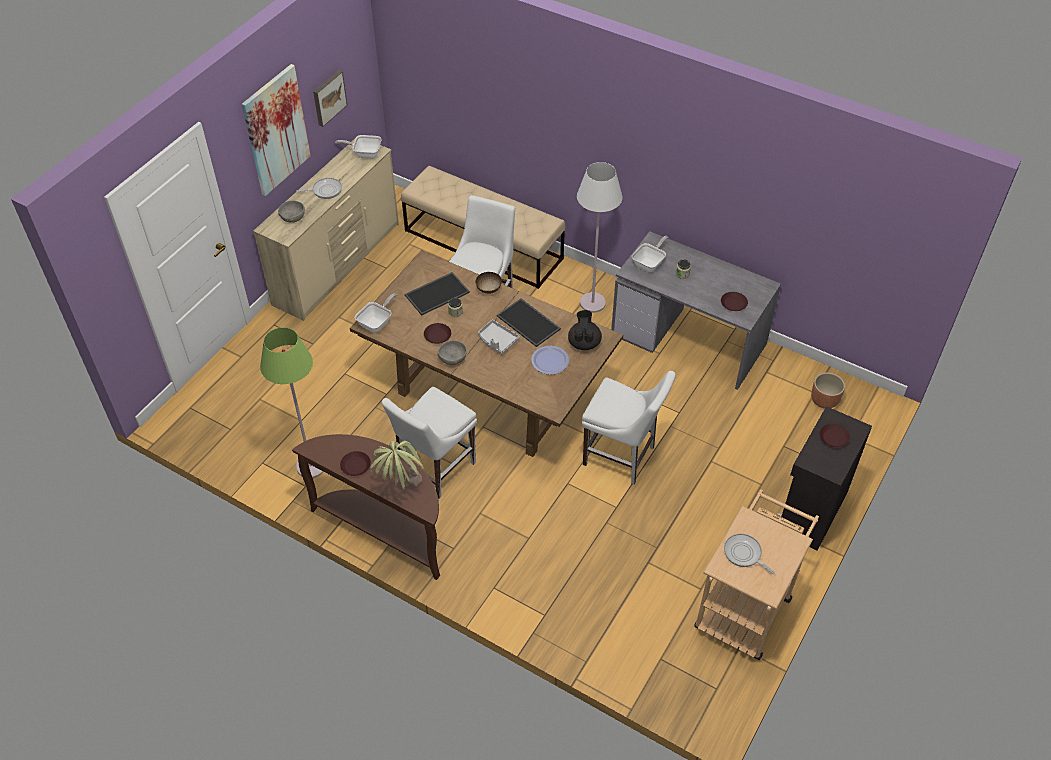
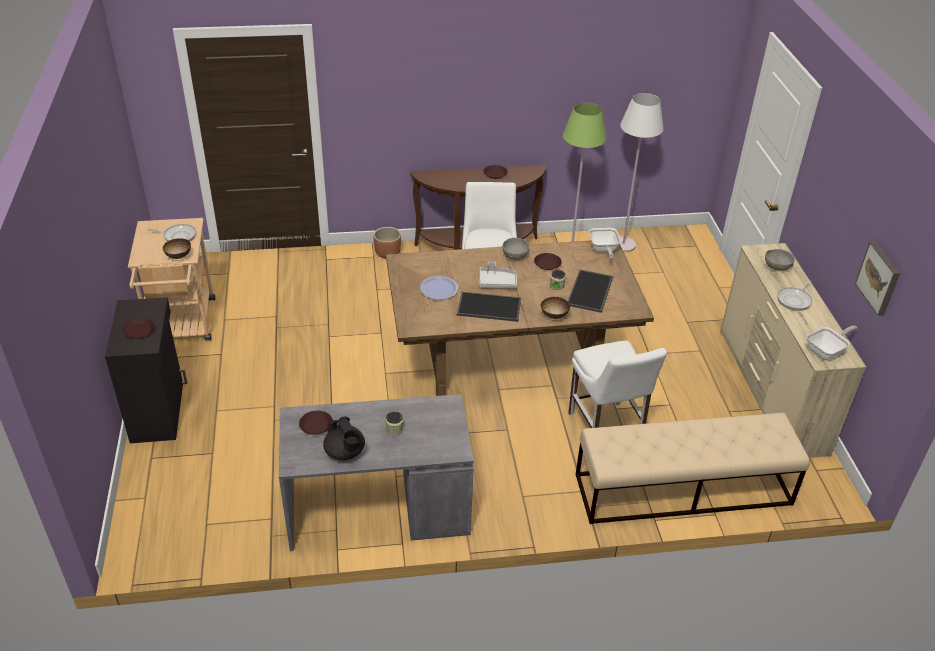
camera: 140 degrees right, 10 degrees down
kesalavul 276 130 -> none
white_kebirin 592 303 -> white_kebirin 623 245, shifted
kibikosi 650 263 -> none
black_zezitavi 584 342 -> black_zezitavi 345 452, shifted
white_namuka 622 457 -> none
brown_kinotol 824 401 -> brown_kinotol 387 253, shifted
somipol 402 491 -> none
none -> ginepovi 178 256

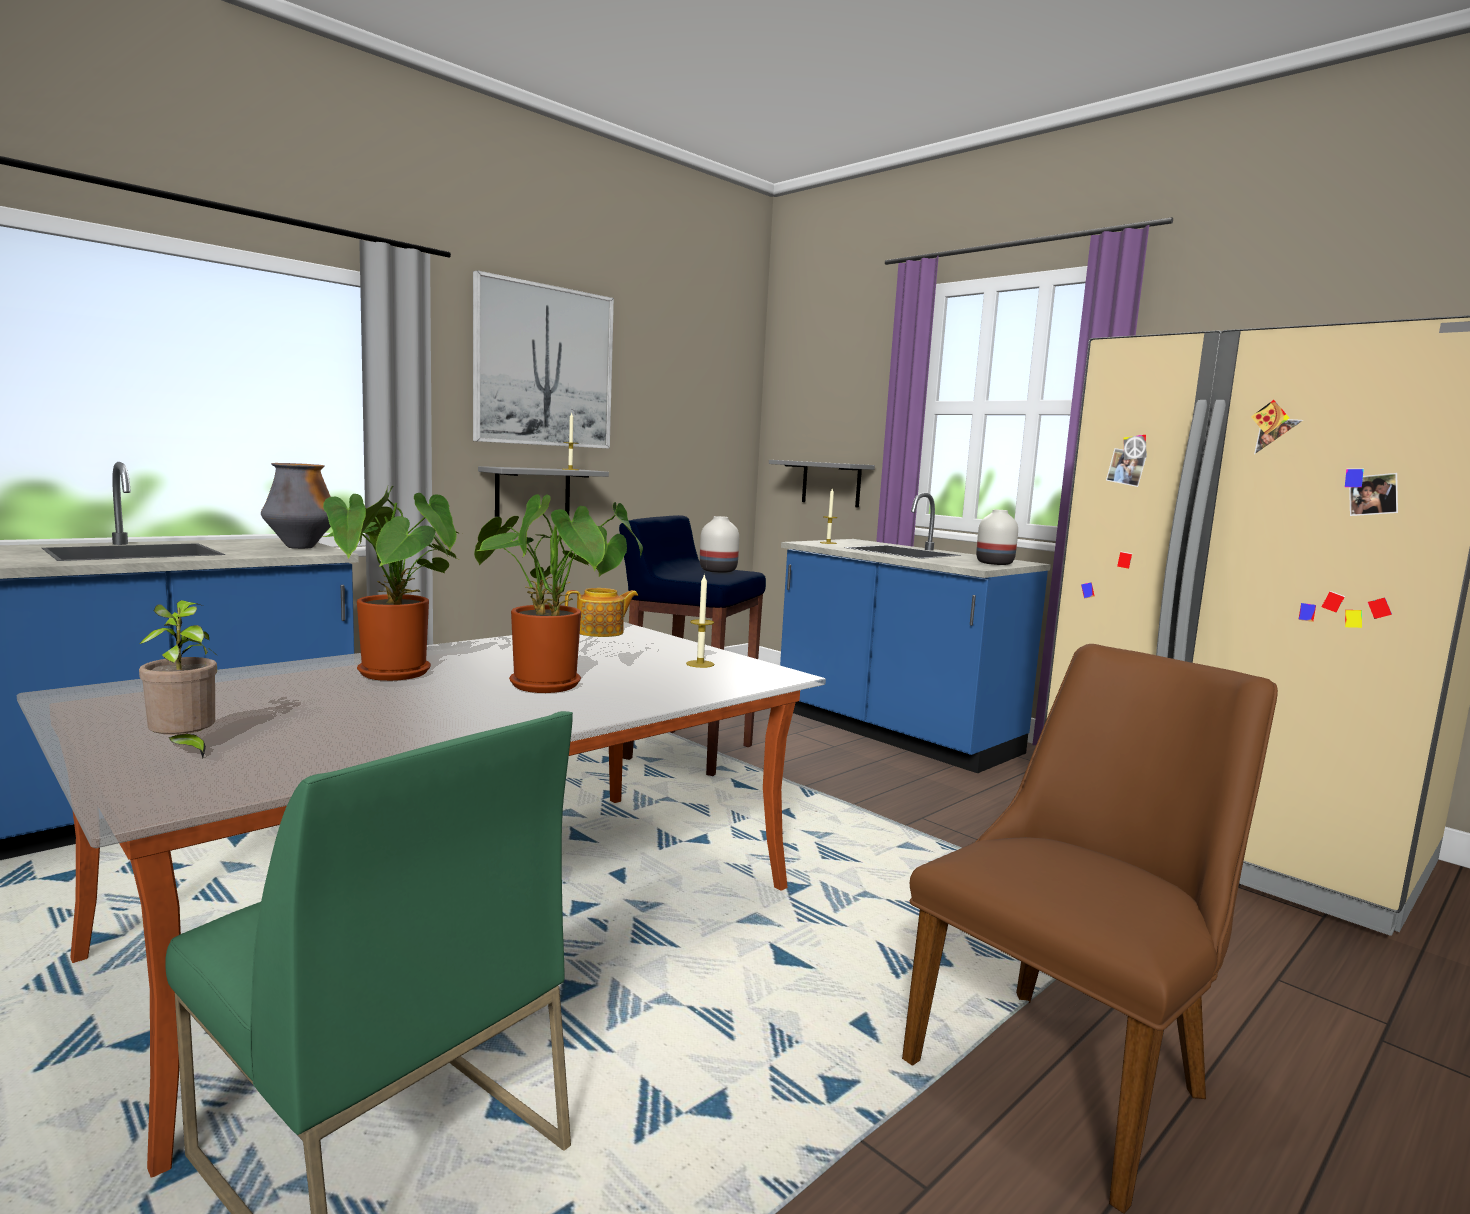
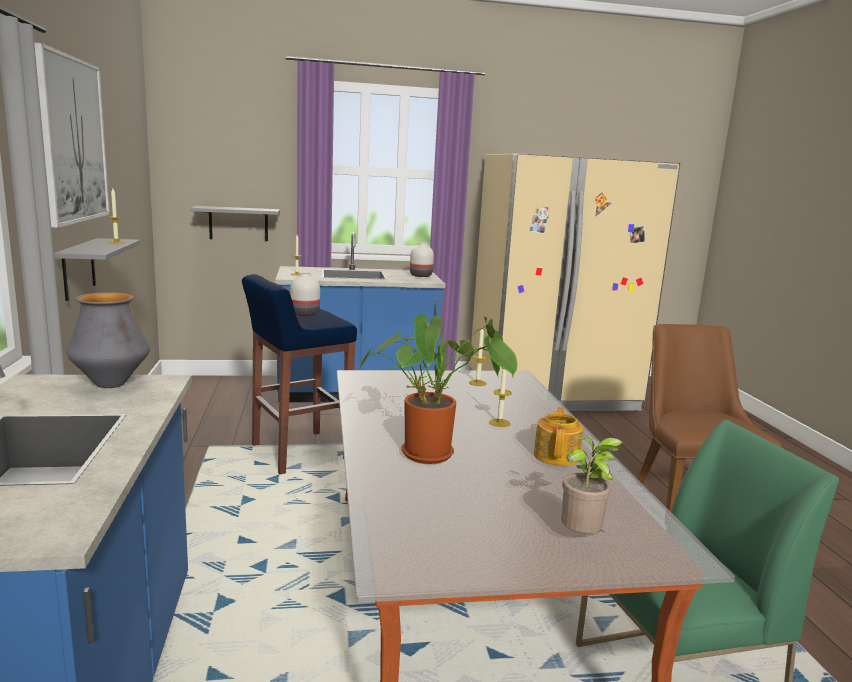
camera: 55 degrees left, 5 degrees up
somipol 553 686 -> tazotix 499 423
zezitavi 601 632 -> zezitavi 557 456, shifted

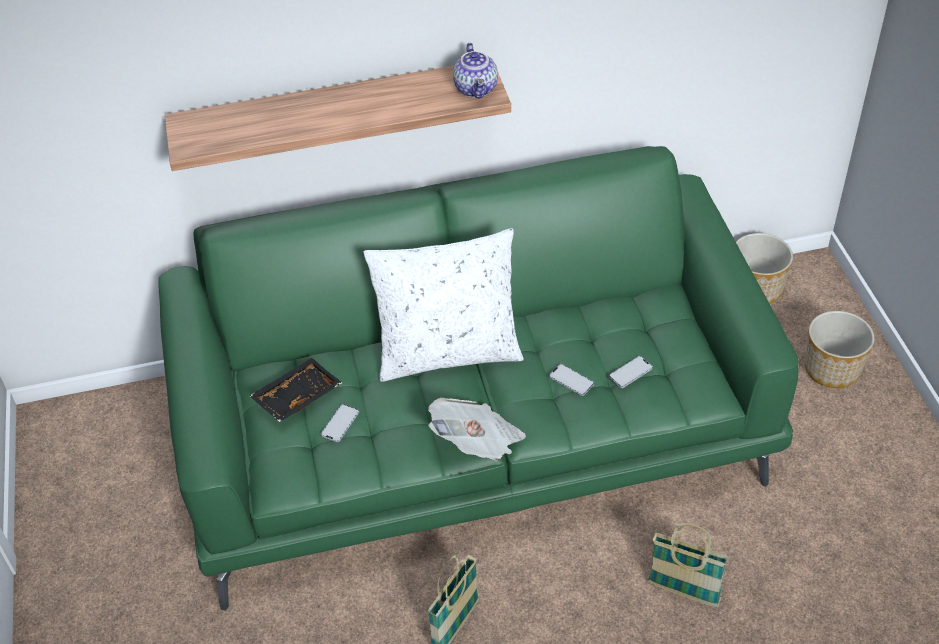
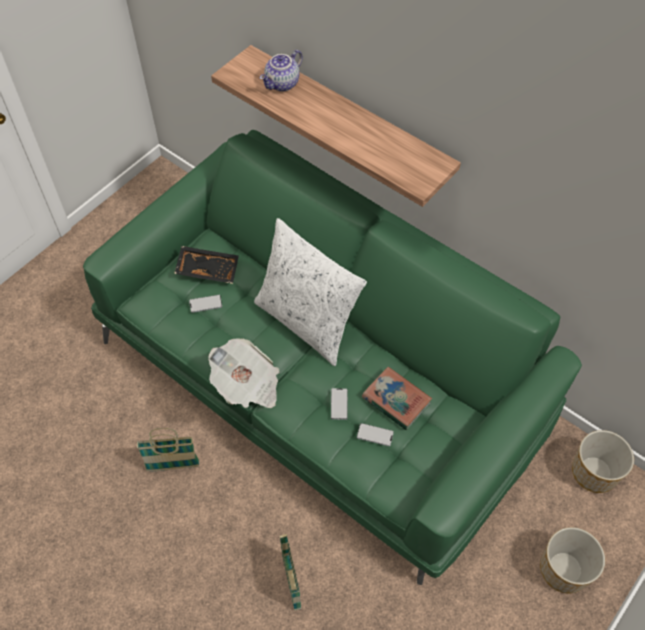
camera: 50 degrees right, 10 degrees up
zezitavi 477 89 -> zezitavi 282 84, shifted
none -> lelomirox 396 400

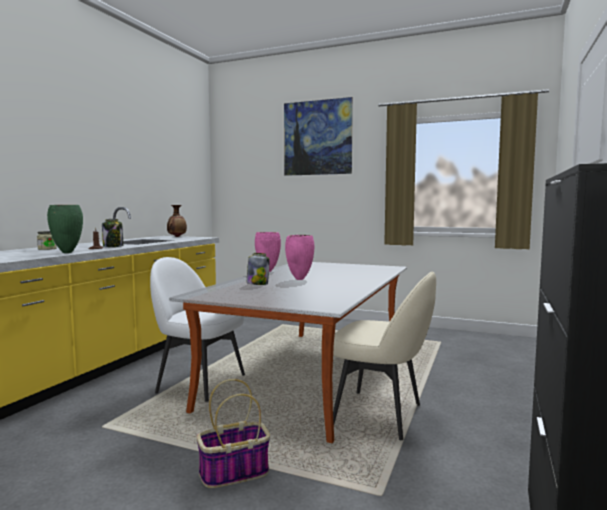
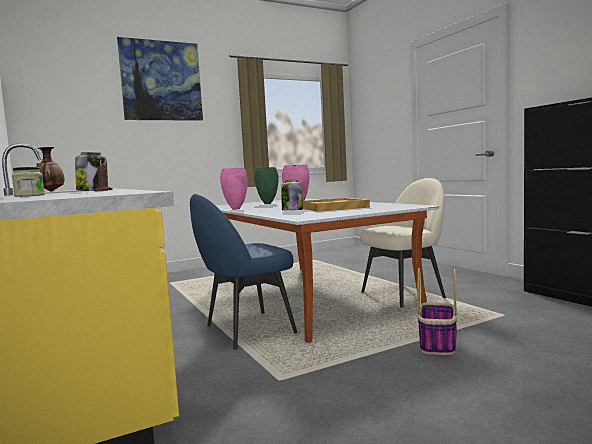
camera: 50 degrees left, 0 degrees up
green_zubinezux 67 253 -> green_zubinezux 268 203, shifted
white_namuka 199 383 -> blue_namuka 247 330
none -> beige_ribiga 332 208

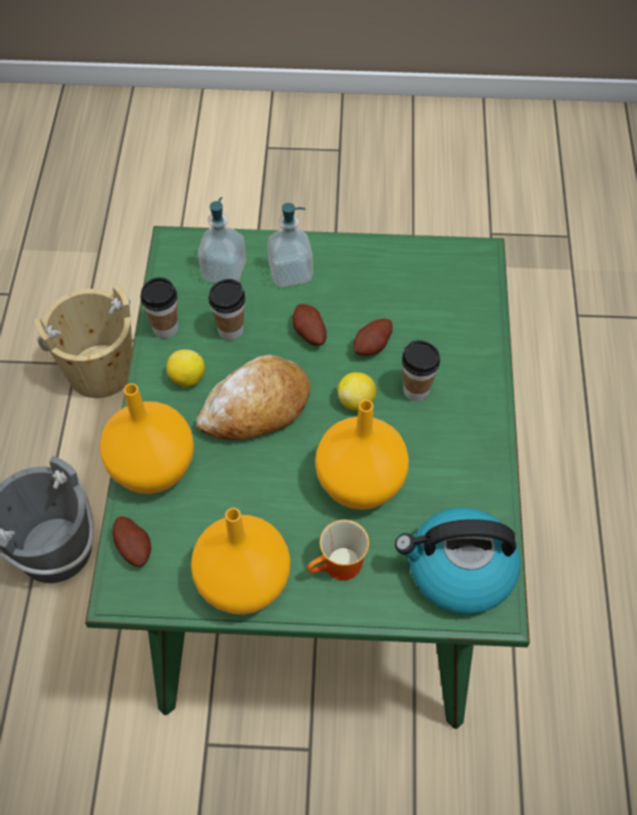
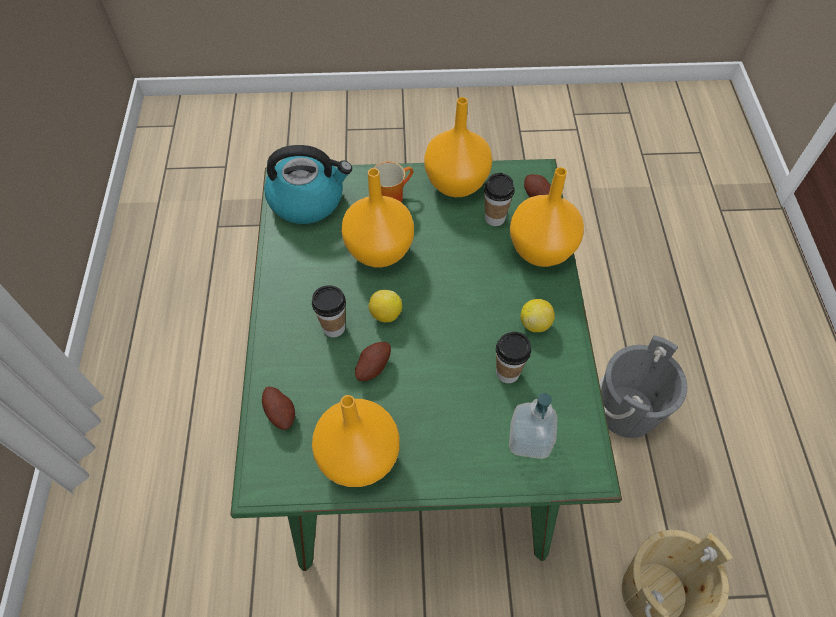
camera: 175 degrees right, 0 degrees up
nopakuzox 290 272 -> none
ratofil 165 328 -> ratofil 495 218, shifted
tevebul 309 334 -> tevebul 281 413, shifted
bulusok 256 408 -> none
none -> orange_zubinezux 357 458

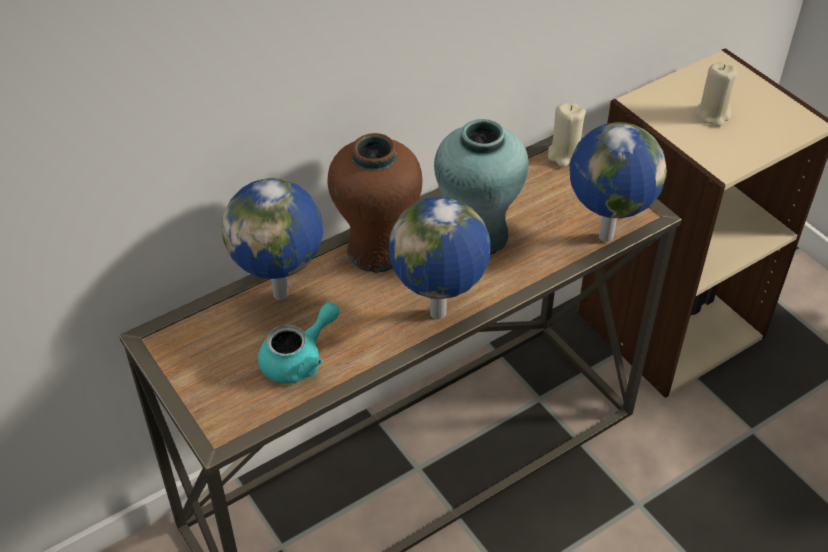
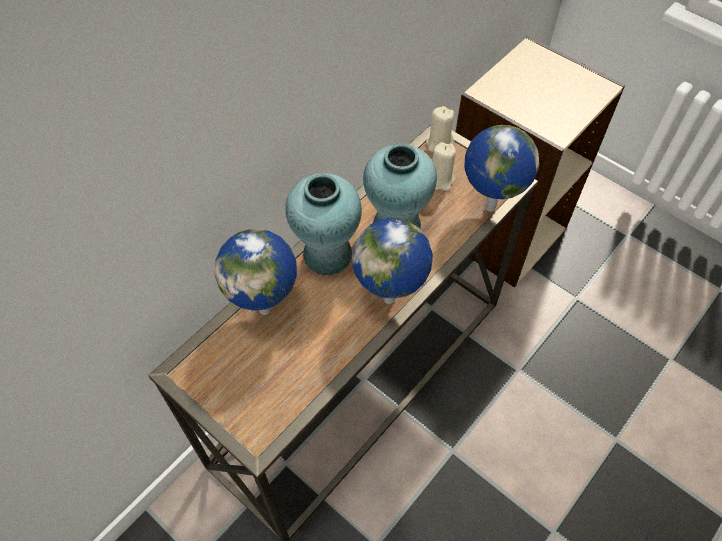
camera: 15 degrees left, 10 degrees up
beige_tazotix 713 114 -> beige_tazotix 441 180, shifted
brown_zubinezux 377 250 -> turquoise_zubinezux 327 255
turquoise_zezitavi 299 359 -> none

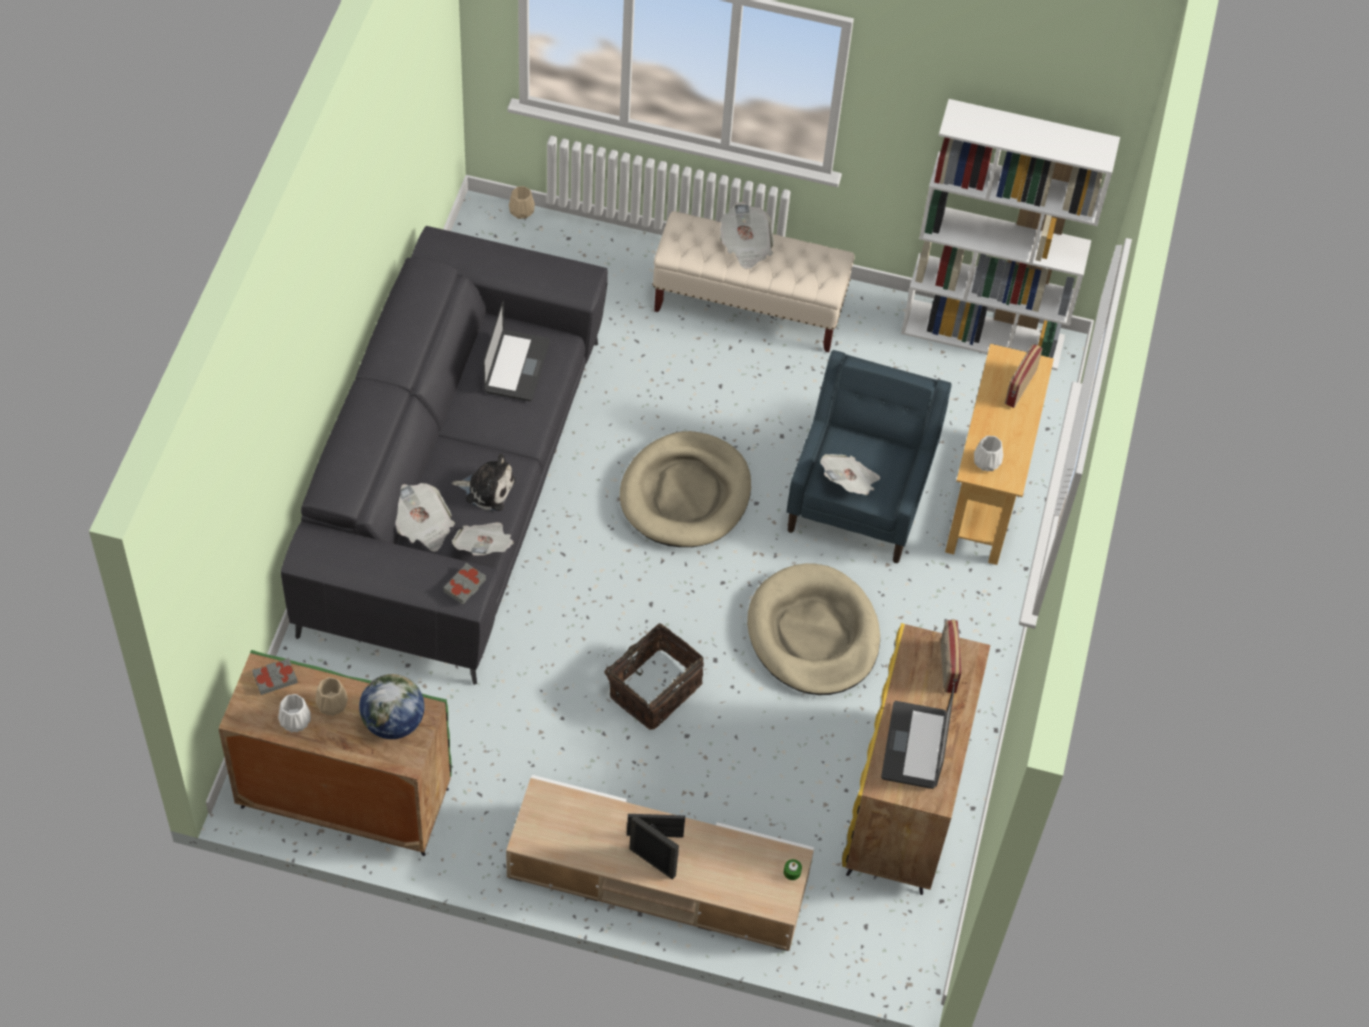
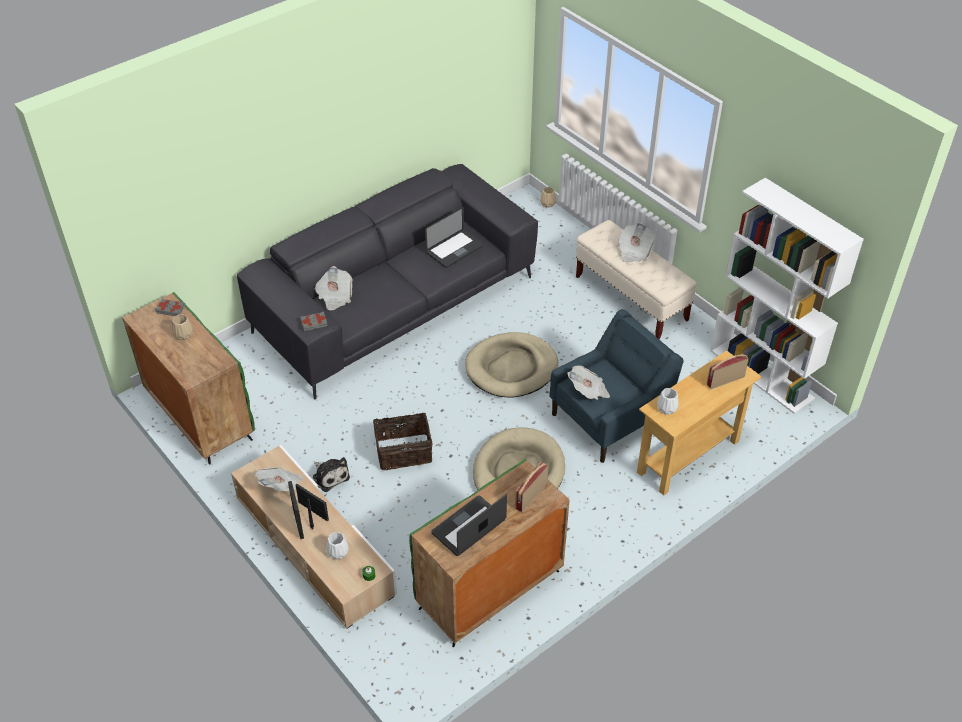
camera: 40 degrees right, 10 degrees down
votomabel 487 489 -> votomabel 330 476, shifted
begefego 484 547 -> begefego 281 486, shifted
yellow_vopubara 904 803 -> green_vopubara 489 590
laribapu 393 722 -> none
white_zubinezux 295 720 -> white_zubinezux 338 551, shifted

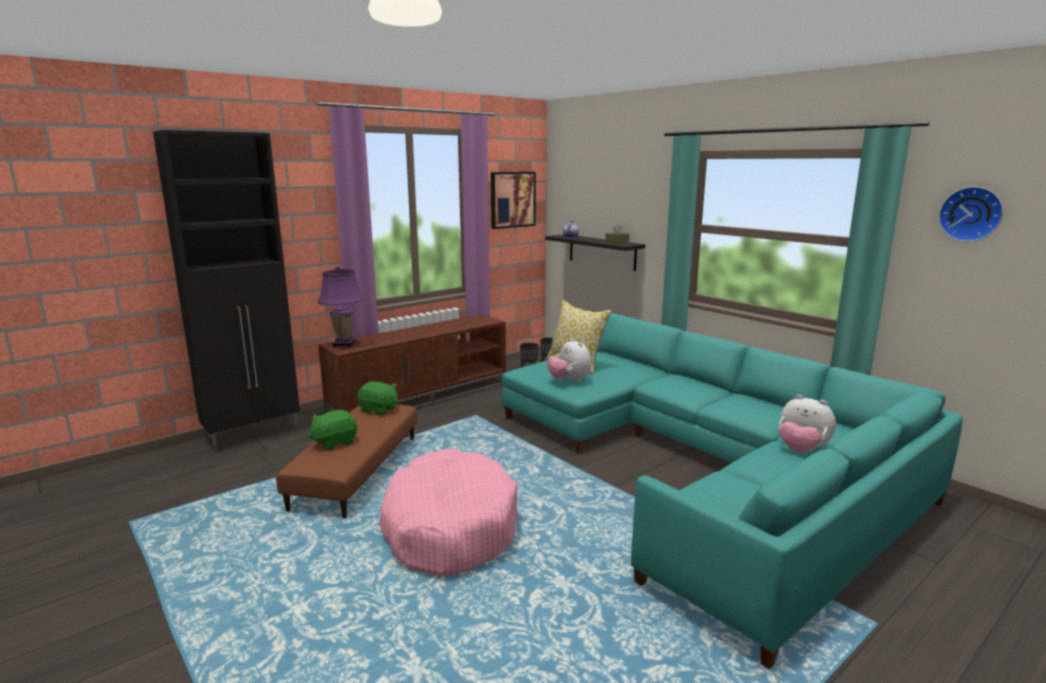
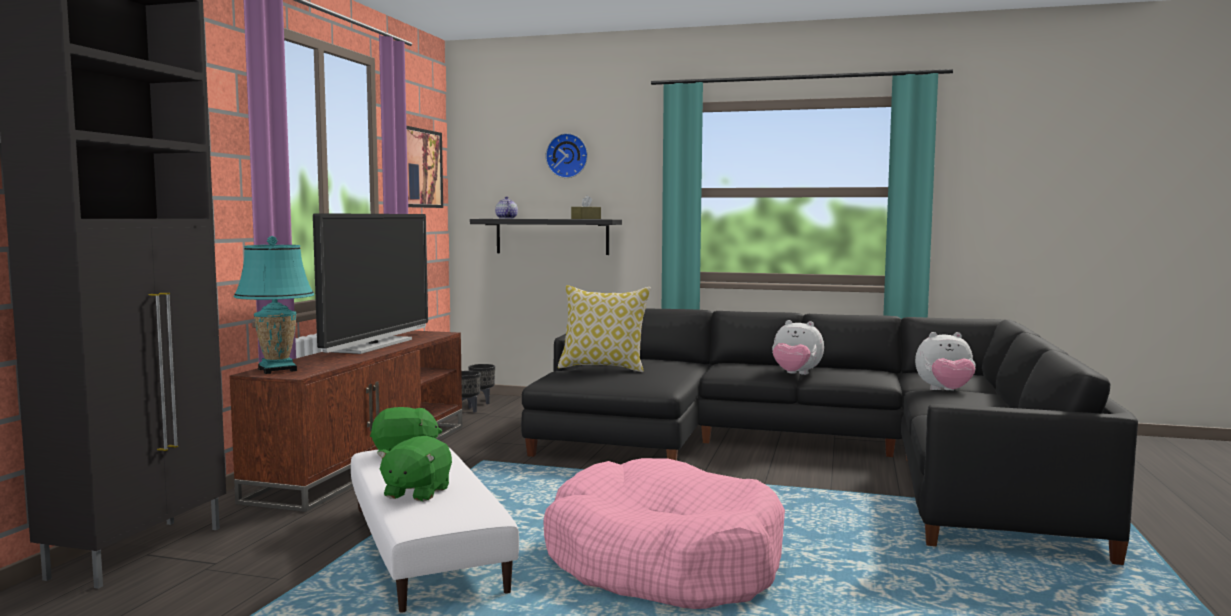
camera: 35 degrees left, 10 degrees down
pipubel 971 214 -> pipubel 567 156, shifted
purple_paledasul 344 344 -> turquoise_paledasul 277 370
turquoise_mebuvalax 701 466 -> black_mebuvalax 811 452
votomabel 569 380 -> votomabel 795 374, shifted
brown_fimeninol 356 471 -> white_fimeninol 424 547
none -> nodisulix 374 345

